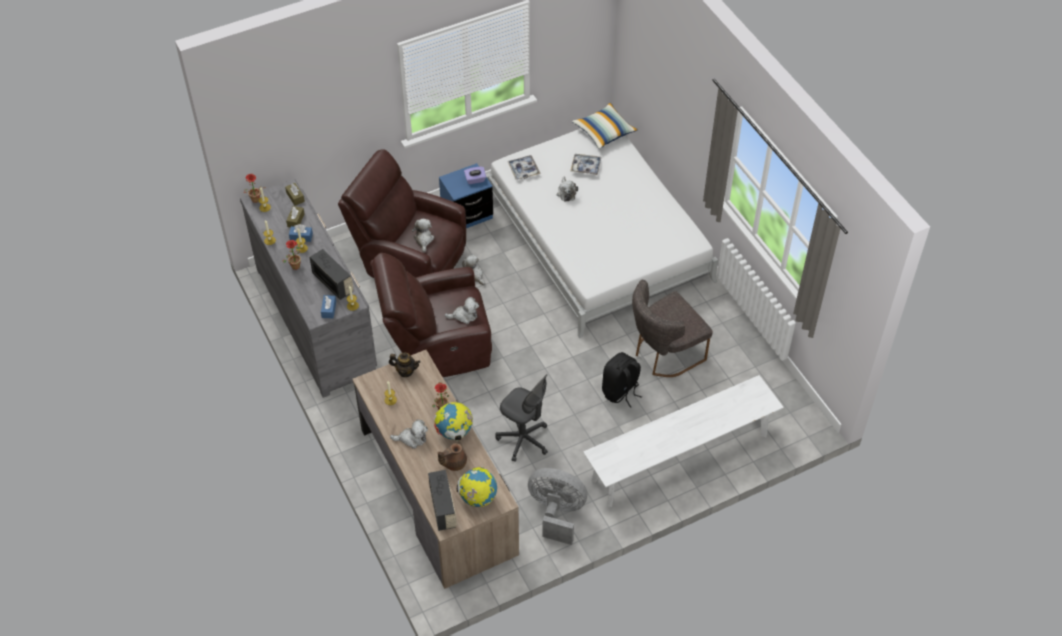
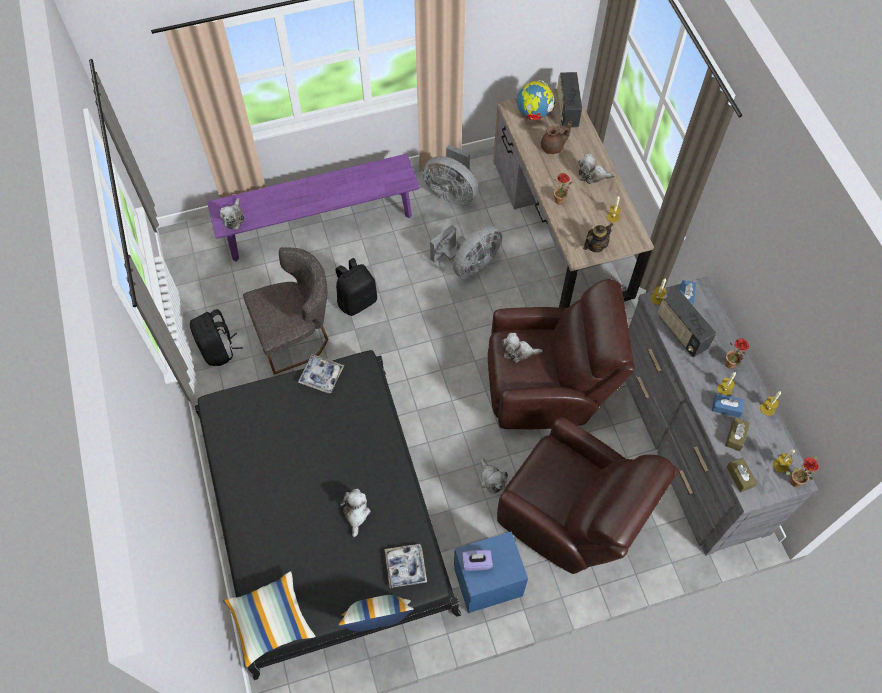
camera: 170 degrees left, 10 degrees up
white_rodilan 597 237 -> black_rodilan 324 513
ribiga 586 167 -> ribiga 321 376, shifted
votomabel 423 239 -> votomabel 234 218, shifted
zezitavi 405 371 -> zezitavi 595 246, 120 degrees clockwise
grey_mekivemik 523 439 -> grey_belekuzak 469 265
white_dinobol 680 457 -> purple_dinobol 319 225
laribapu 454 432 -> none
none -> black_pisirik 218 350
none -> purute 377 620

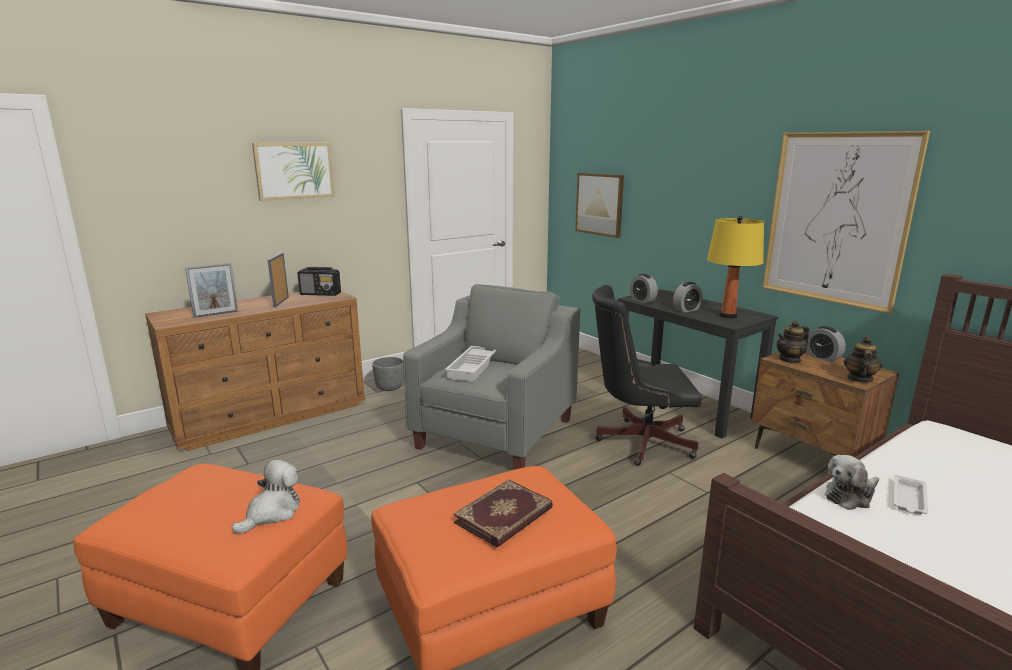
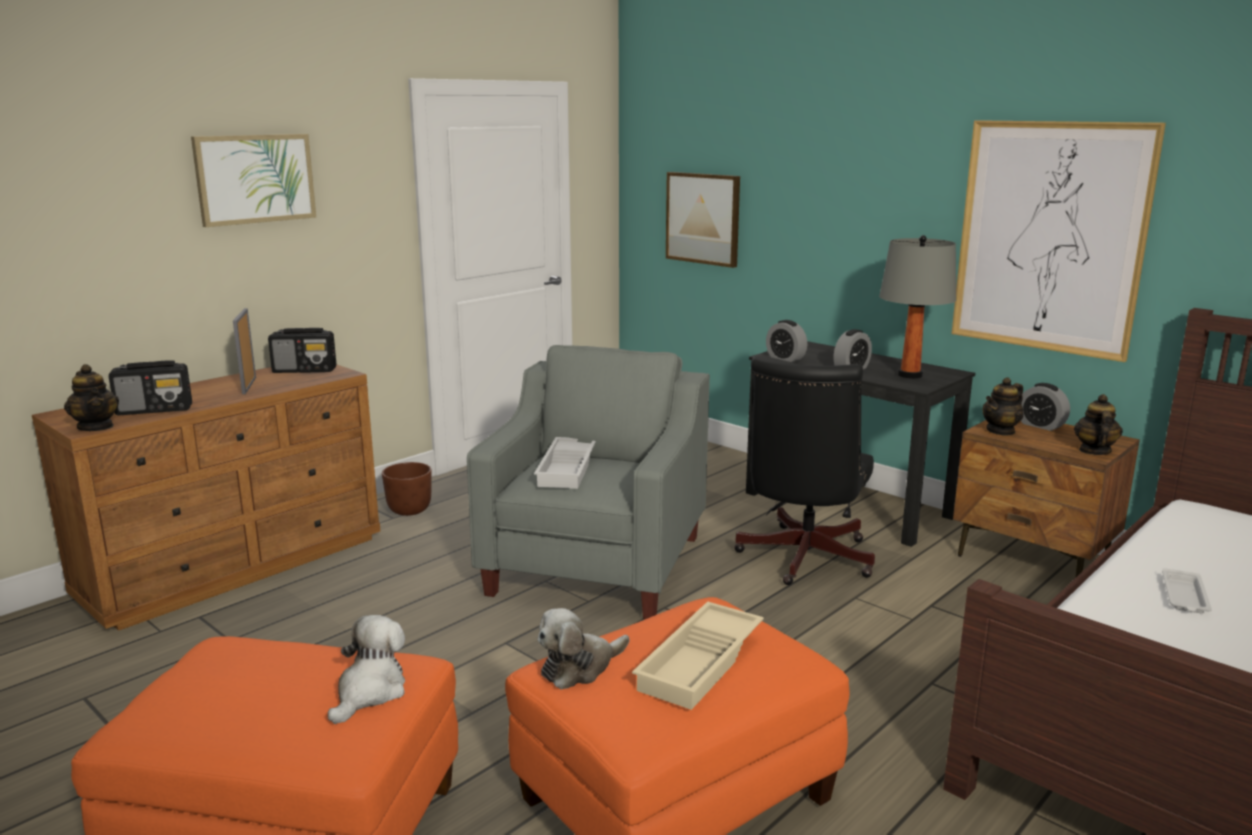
camera: 10 degrees left, 0 degrees up
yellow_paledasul 728 316 -> grey_paledasul 910 375
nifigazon 216 314 -> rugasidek 155 410
black_mekivemik 638 441 -> black_mekivemik 802 560, 60 degrees counterclockwise
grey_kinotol 389 388 -> brown_kinotol 409 510
votomabel 850 496 -> votomabel 580 668, shifted
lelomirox 505 516 -> beige_ribiga 702 663
none -> zezitavi 96 427

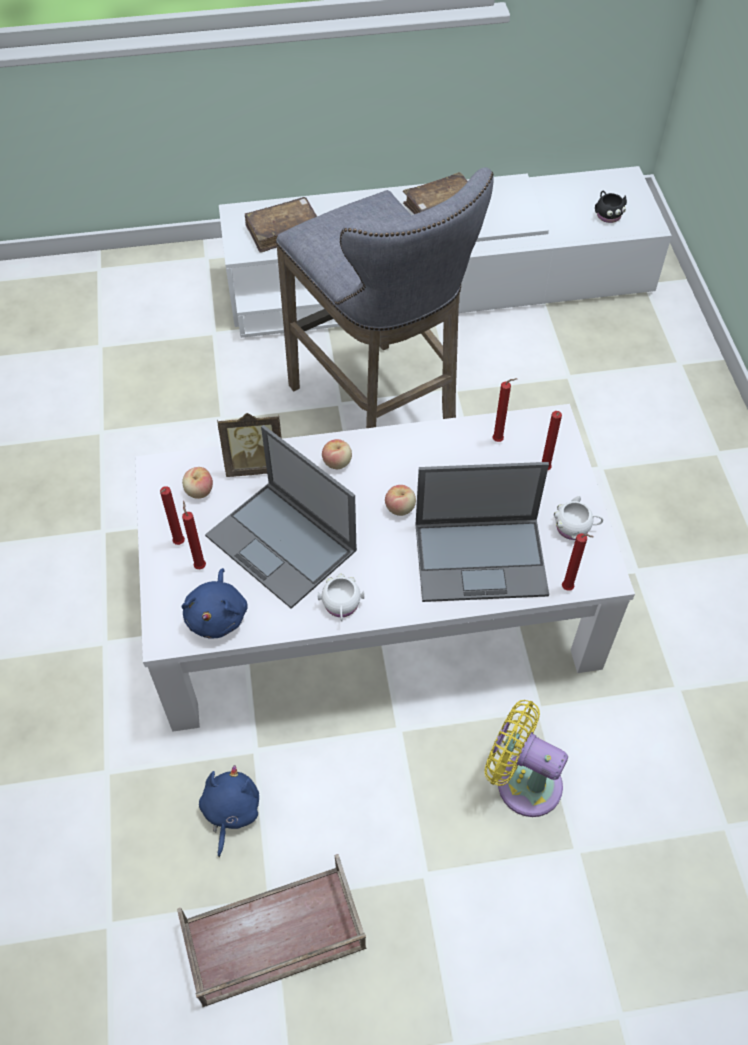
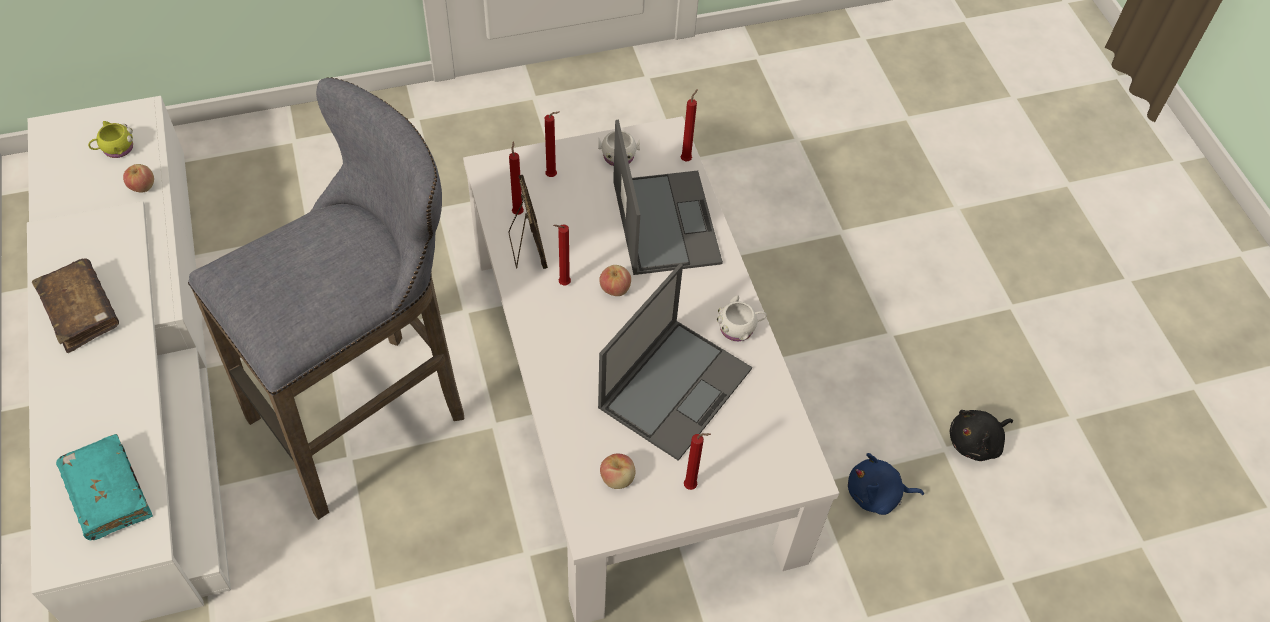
camera: 100 degrees left, 0 degrees up
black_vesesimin 607 214 -> yellow_vesesimin 115 149
brown_lelomirox 283 231 -> turquoise_lelomirox 108 493
nifigazon 255 465 -> nifigazon 527 249, shifted
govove 337 462 -> govove 142 186, shifted
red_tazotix 200 565 -> red_tazotix 562 284, shifted
blue_votomabel 217 615 -> none
yellow_belekuzak 522 781 -> none
brown_ribiga 272 937 -> black_votomabel 976 442

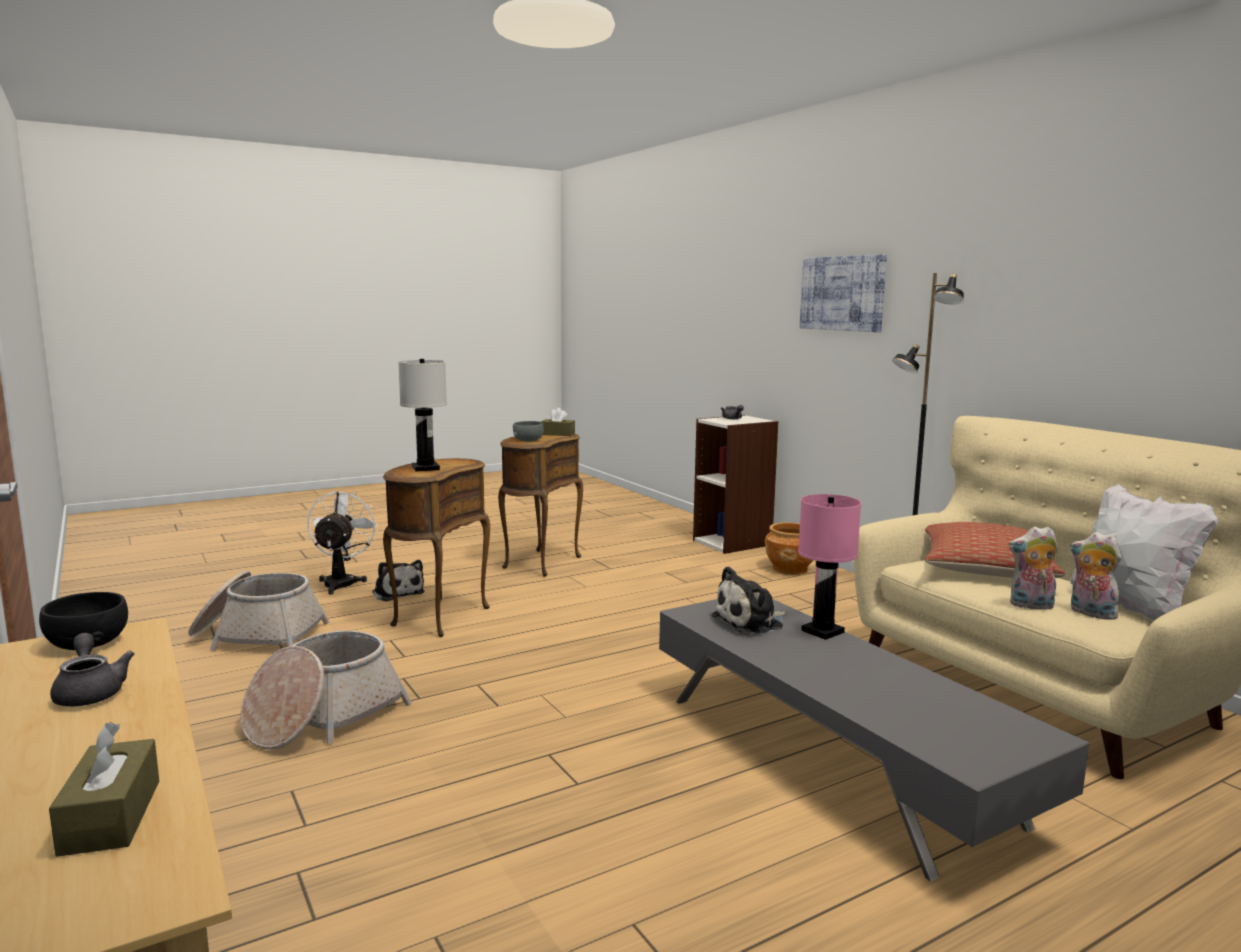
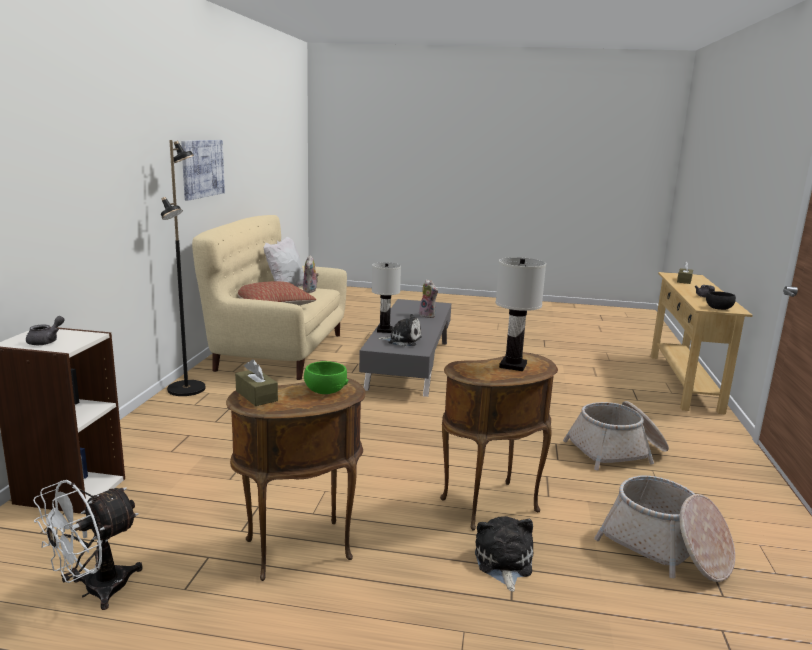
camera: 140 degrees left, 5 degrees up
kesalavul 842 293 -> kesalavul 202 168, shifted
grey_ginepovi 528 440 -> green_ginepovi 325 390
white_belekuzak 342 582 -> white_belekuzak 95 591, shifted
pink_paledasul 822 632 -> white_paledasul 385 330
brown_kinotol 790 569 -> none
votomabel 1030 606 -> votomabel 428 315, shifted

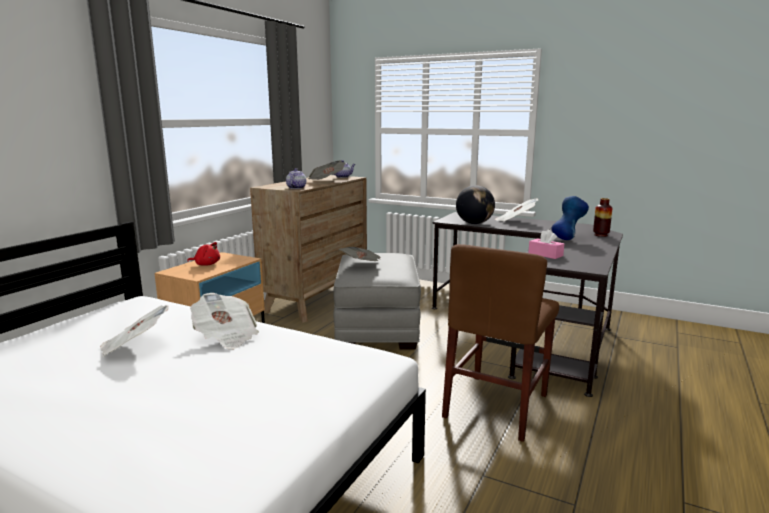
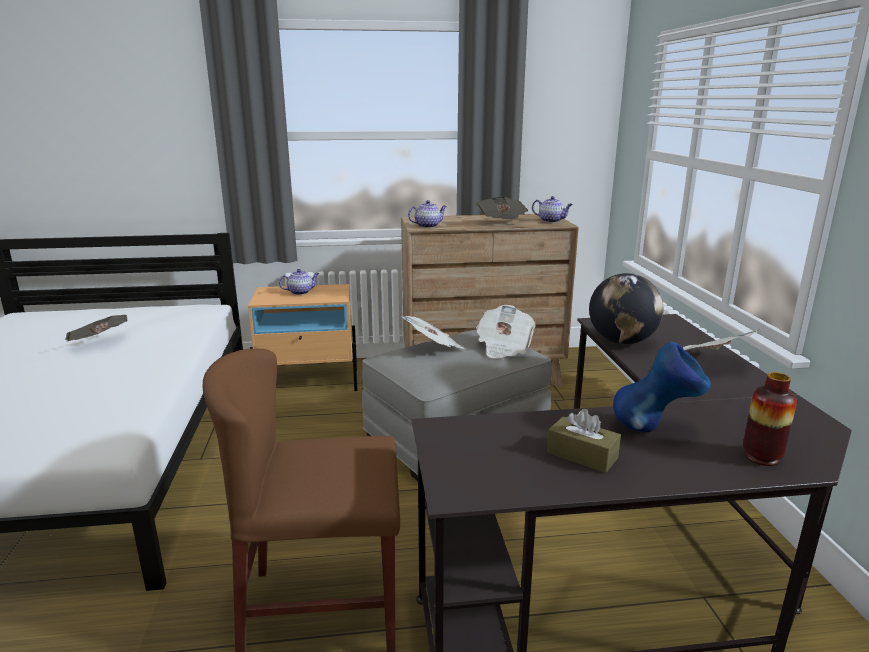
camera: 55 degrees right, 5 degrees up
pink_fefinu 545 254 -> none
red_votomabel 206 264 -> zezitavi 300 292
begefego 226 336 -> begefego 503 347, shifted
none -> brown_fefinu 582 455

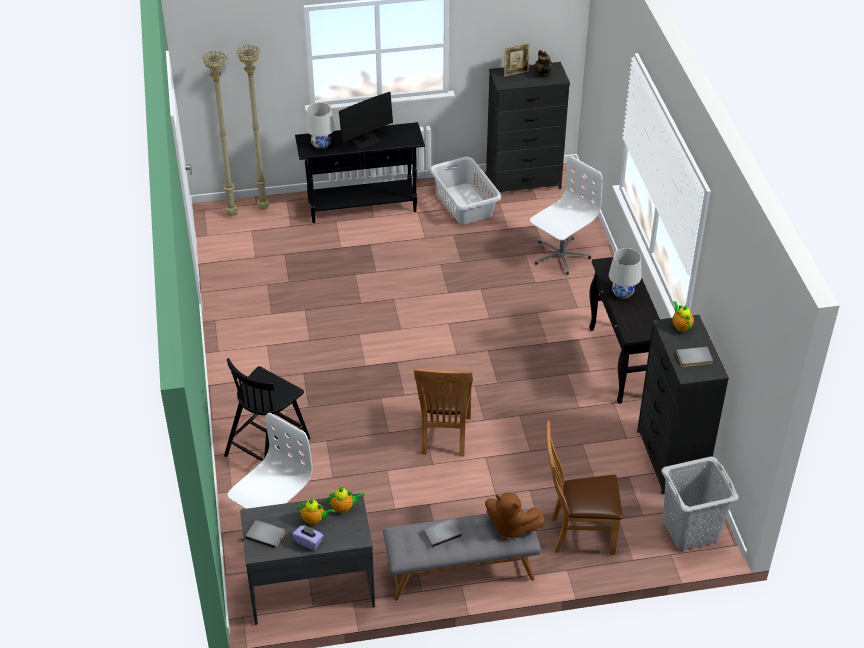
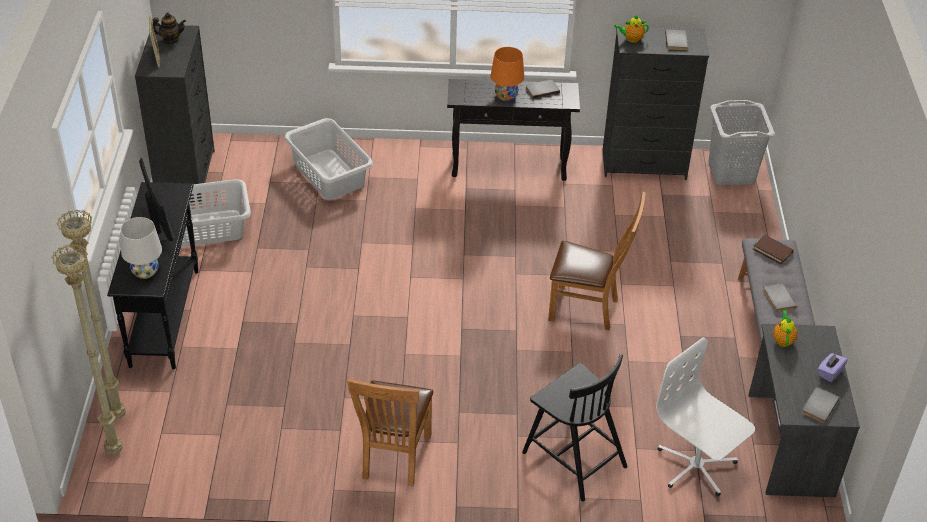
camera: 80 degrees left, 0 degrees up
white_mekivemik 560 255 -> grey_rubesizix 329 174
white_paledasul 622 293 -> orange_paledasul 506 96
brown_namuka 577 534 -> brown_namuka 393 460, shifted
brown_votomabel 511 527 -> brown_lelomirox 772 251
zezitavi 314 520 -> none
none -> grey_lelomirox 541 89

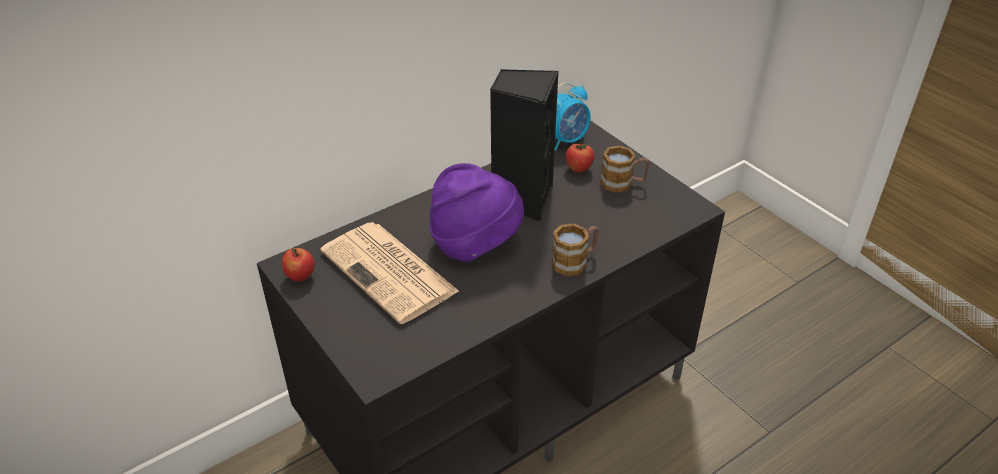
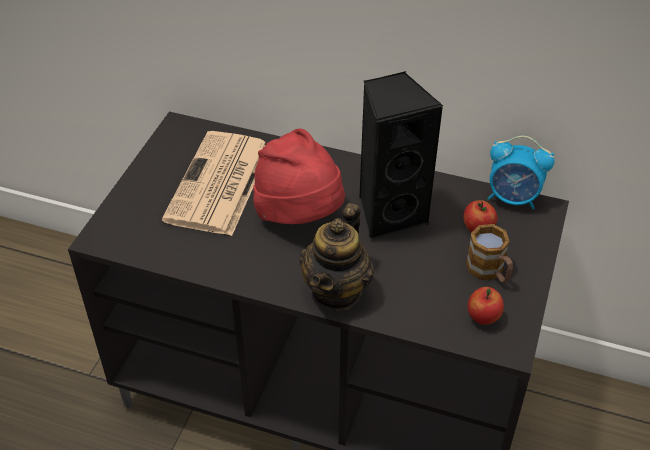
camera: 55 degrees right, 5 degrees up
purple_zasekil 475 244 -> red_zasekil 300 215
vesesimin 575 261 -> zezitavi 337 291
govove 300 276 -> govove 483 317, shifted

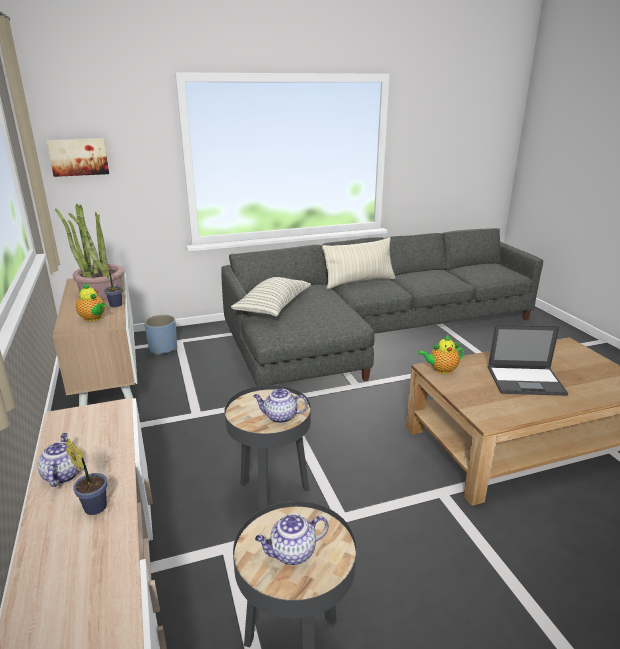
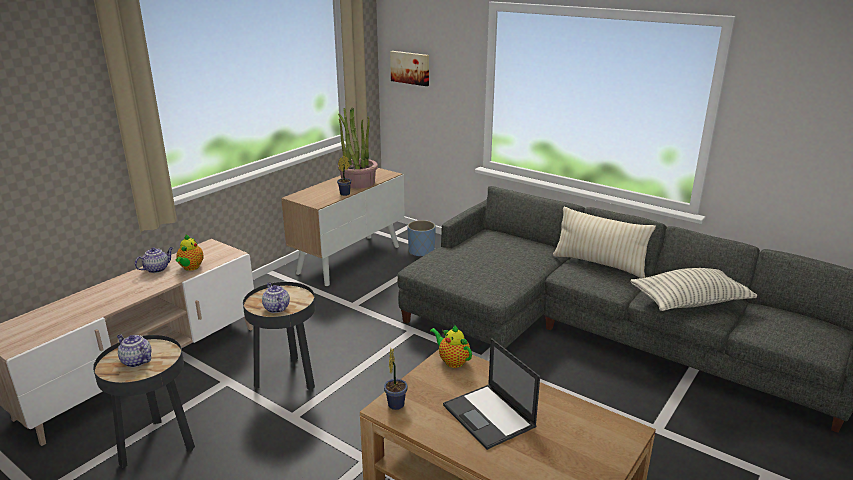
camera: 55 degrees right, 0 degrees up
purute 273 307 -> purute 689 302, shifted
zezitavi 93 318 -> zezitavi 191 268, shifted
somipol 94 506 -> somipol 396 403, shifted

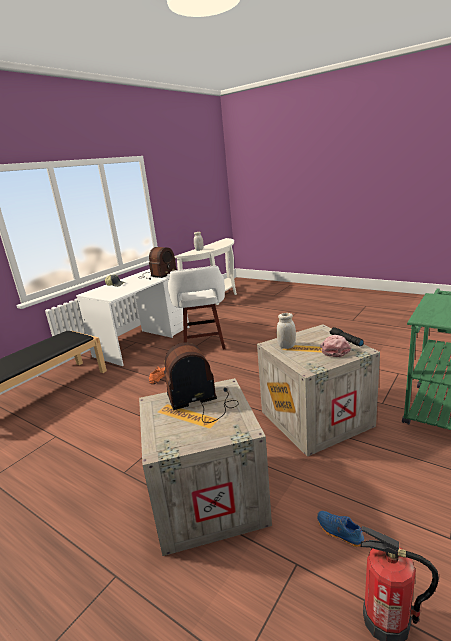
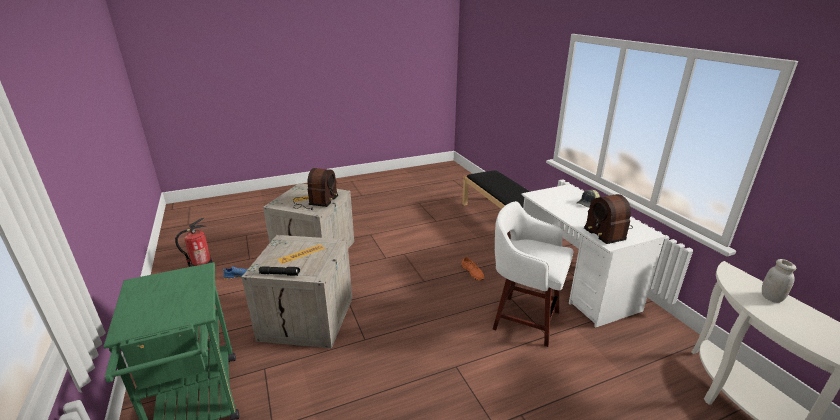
camera: 120 degrees right, 5 degrees up
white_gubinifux 286 346 -> none
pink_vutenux 334 349 -> none

